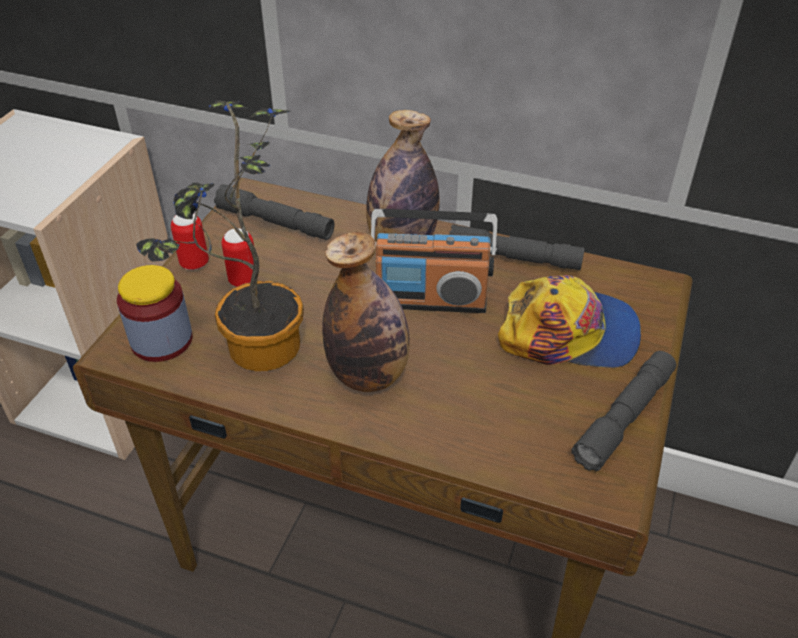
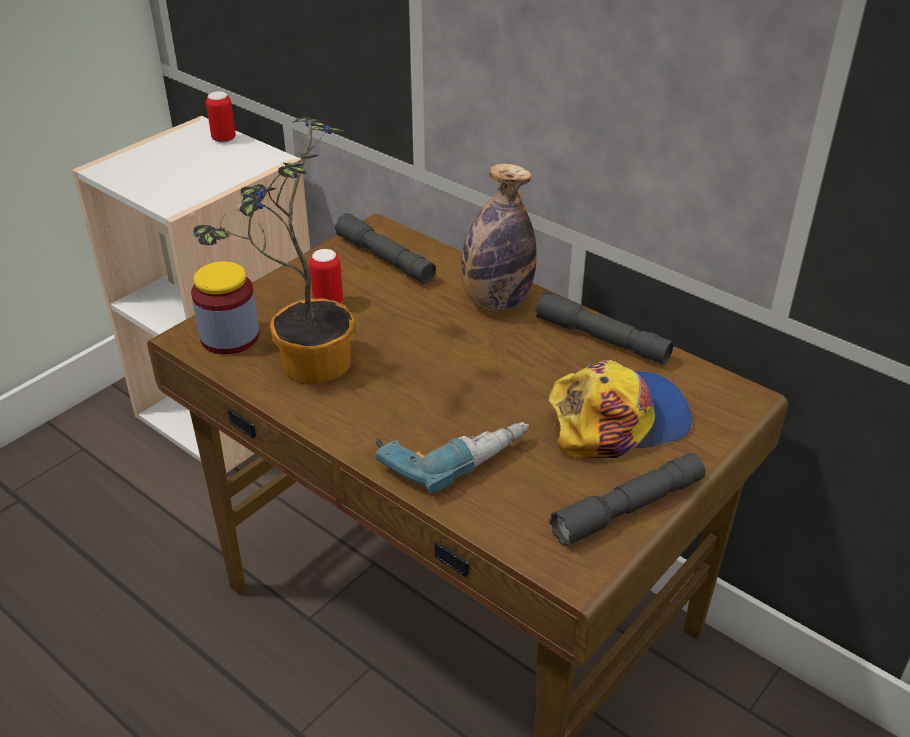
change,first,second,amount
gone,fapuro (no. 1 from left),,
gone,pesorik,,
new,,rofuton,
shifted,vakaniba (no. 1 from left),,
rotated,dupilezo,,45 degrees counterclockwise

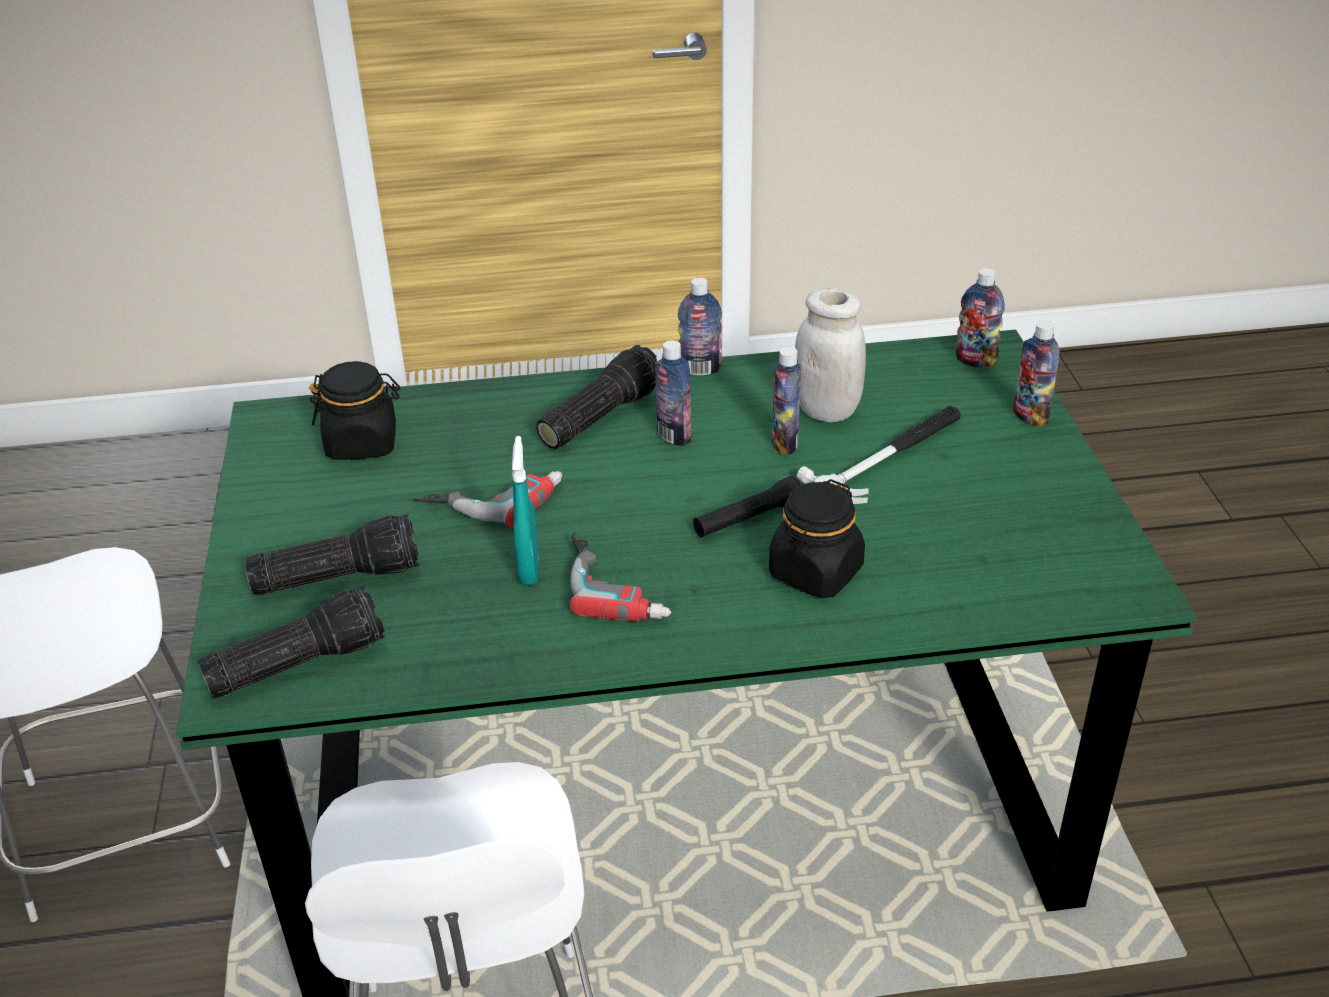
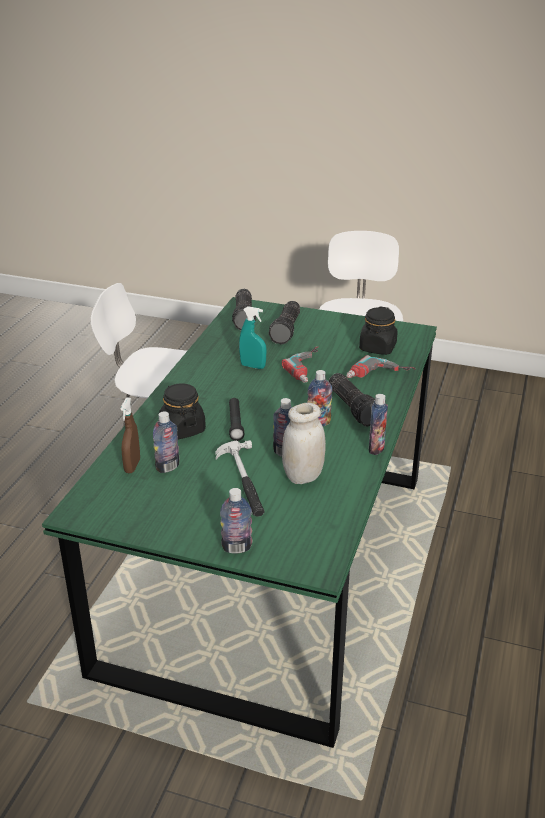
change,first,second,amount
new,,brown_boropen,
shifted,rofuton (no. 2 from left),,
shifted,fapuro (no. 4 from left in the first image),fapuro (no. 1 from left),

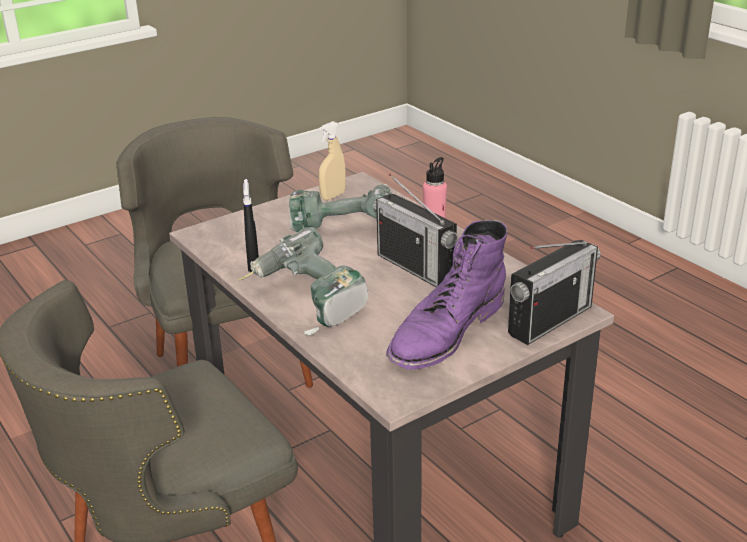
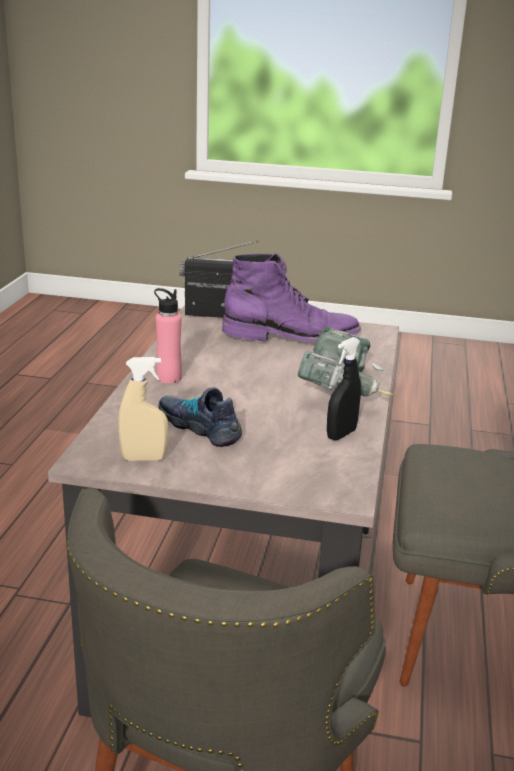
change,first,second,amount
gone,pesorik (no. 1 from left),,
swapped,rofuton (no. 2 from left),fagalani,

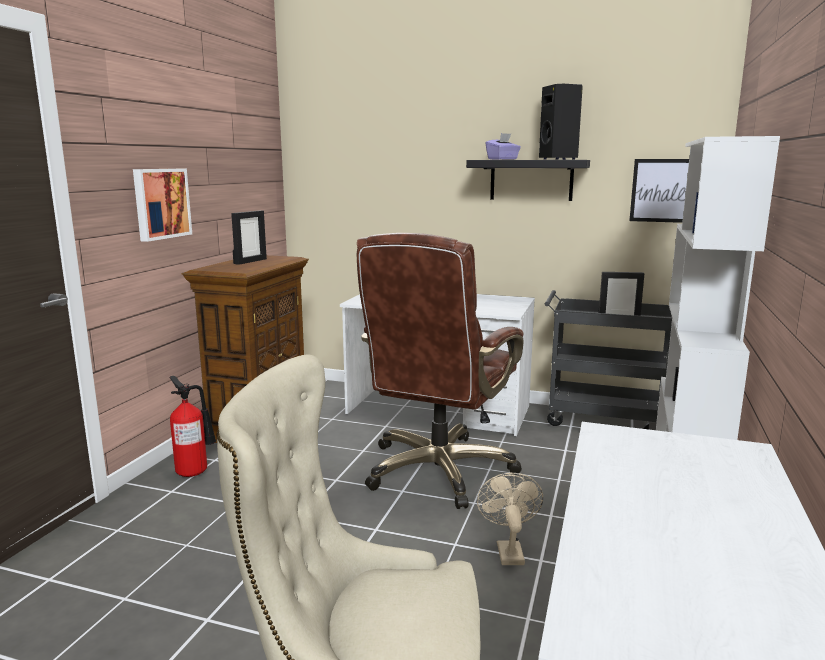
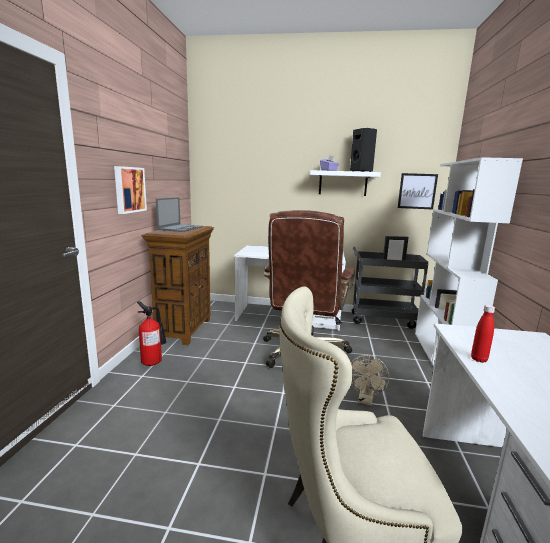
change,first,second,amount
new,,red_fapuro,
swapped,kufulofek (no. 1 from left),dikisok,
repainted,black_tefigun,white_tefigun,
rotated,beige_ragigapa,,150 degrees counterclockwise

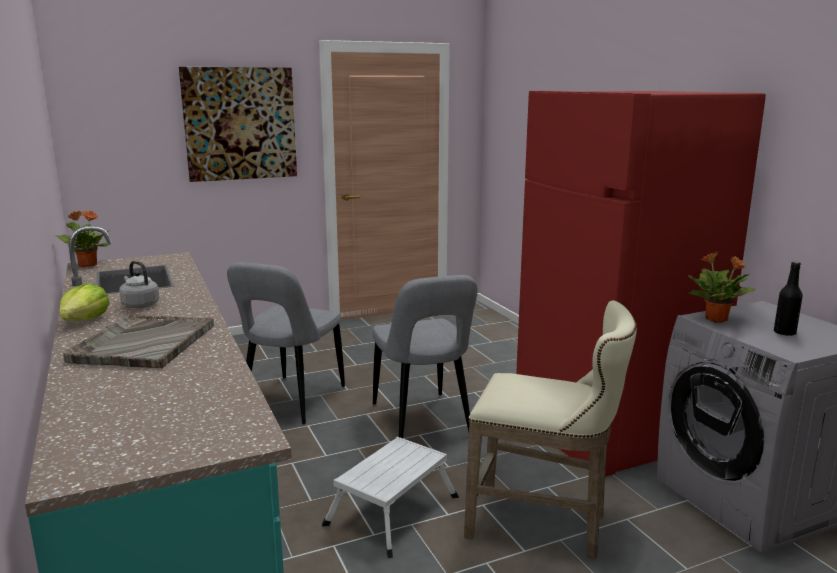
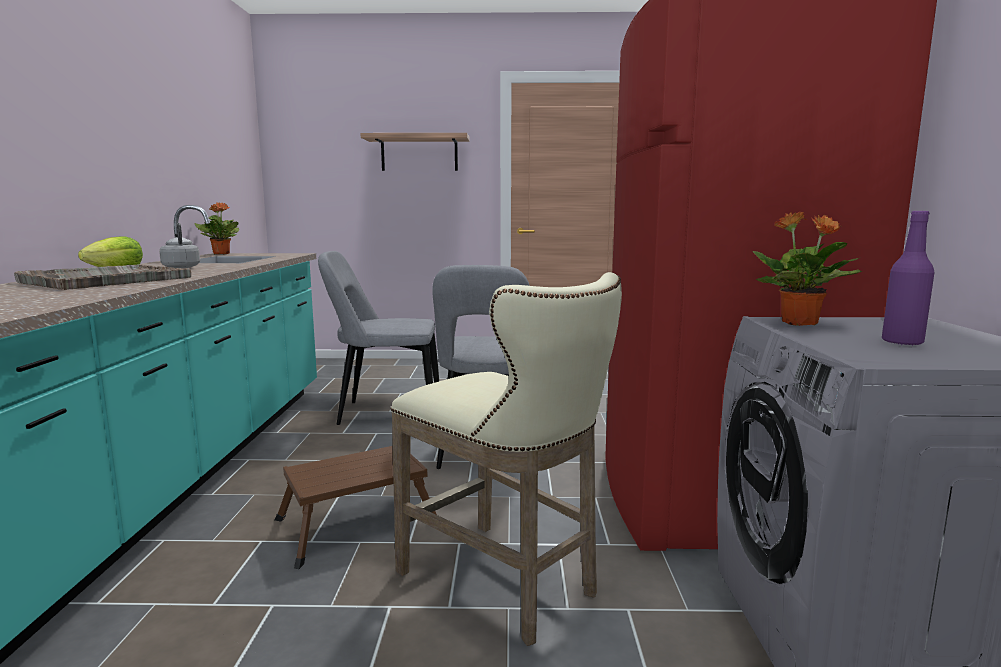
change,first,second,amount
swapped,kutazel,tefigun,
repainted,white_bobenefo,brown_bobenefo,
repainted,black_fapuro,purple_fapuro,
rotated,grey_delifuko (no. 1 from left),,45 degrees clockwise

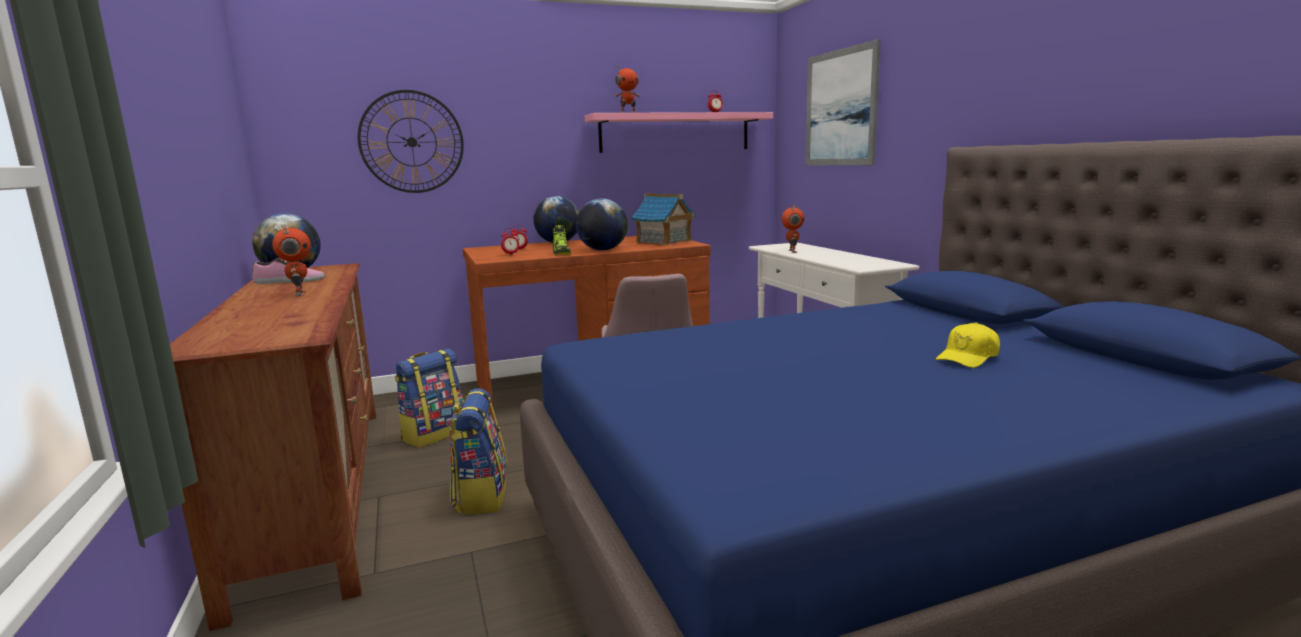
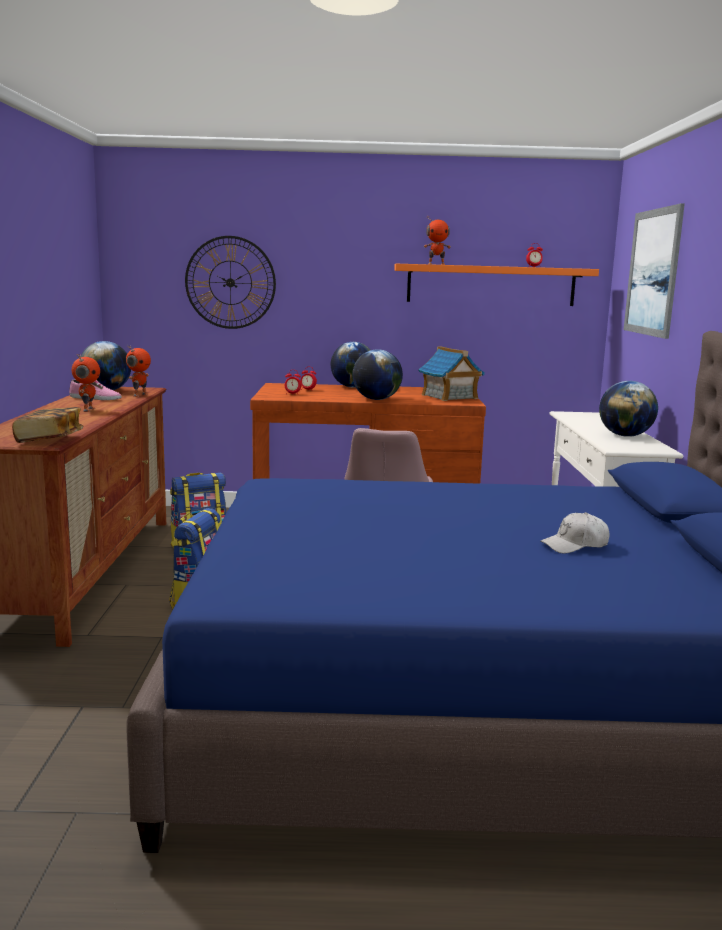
change,first,second,amount
gone,fagalani (no. 2 from left),,
new,,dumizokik,
new,,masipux (no. 4 from left),
shifted,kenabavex (no. 3 from left in the first image),kenabavex (no. 2 from left),
repainted,pink_tefigun,orange_tefigun,
repainted,yellow_dupilezo,white_dupilezo,

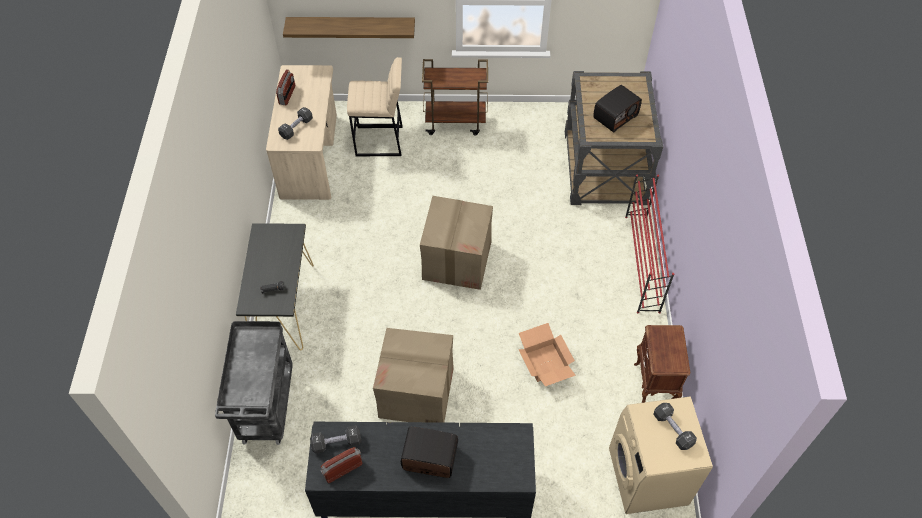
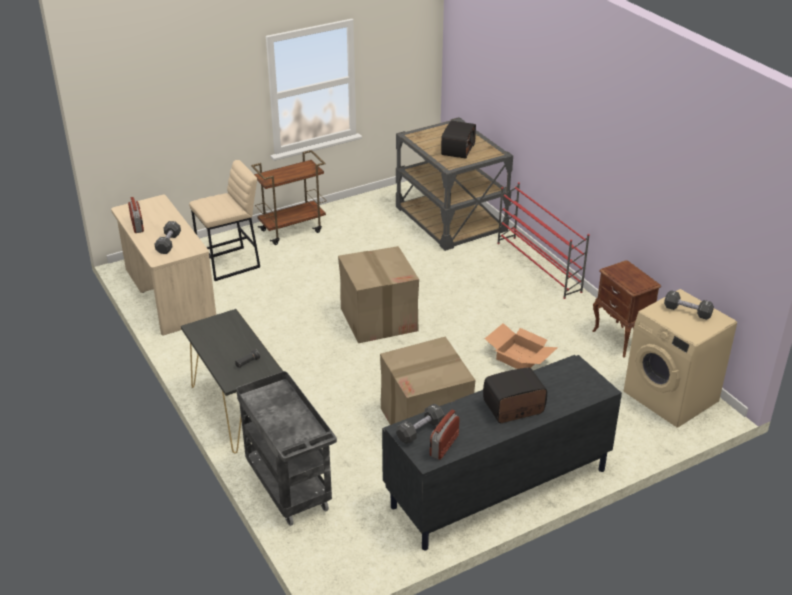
change,first,second,amount
gone,tefigun,,

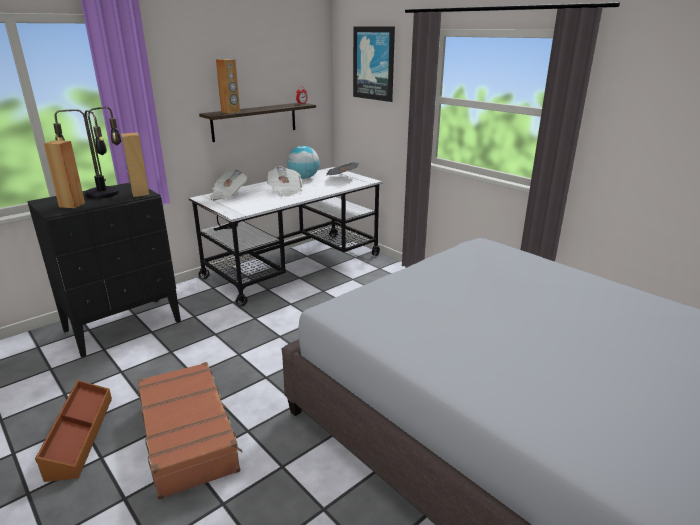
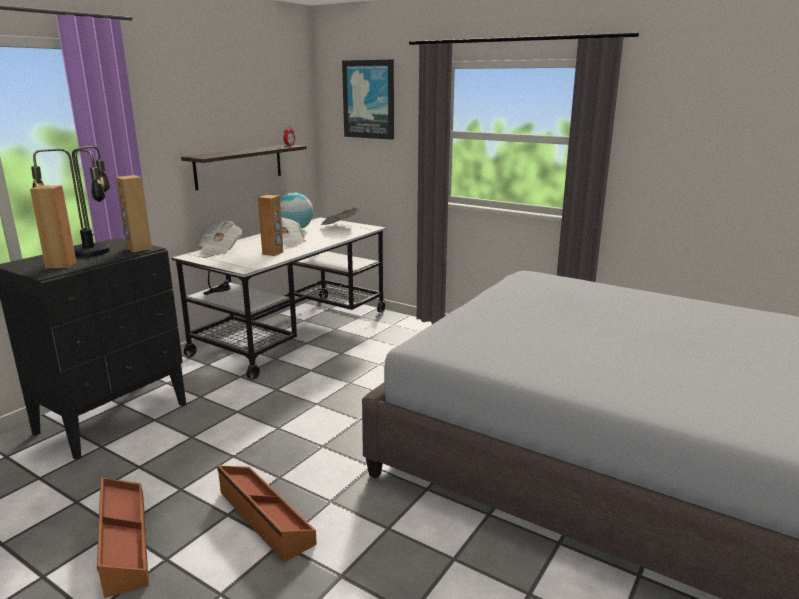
change,first,second,amount
shifted,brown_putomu (no. 3 from left),,
swapped,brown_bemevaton,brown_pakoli (no. 2 from left),

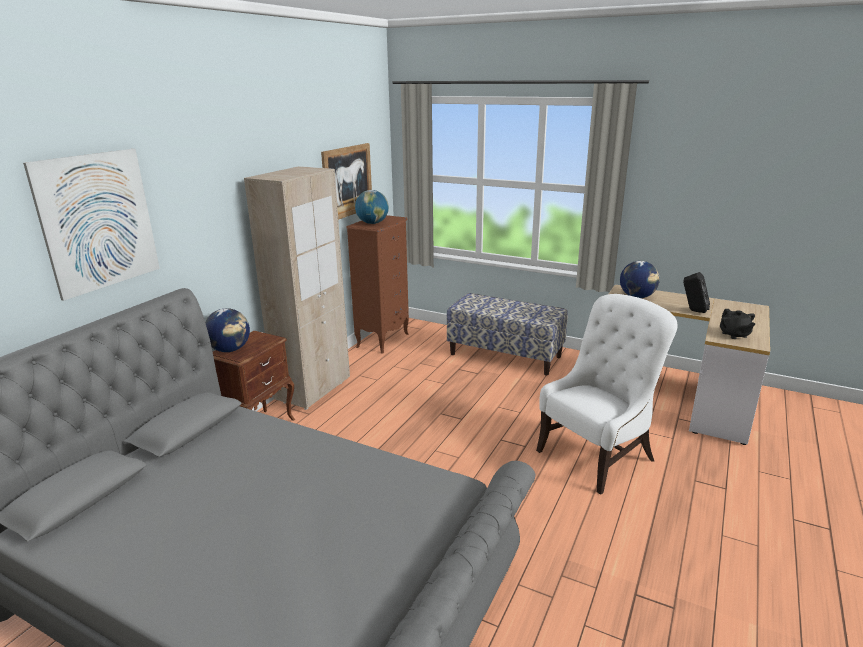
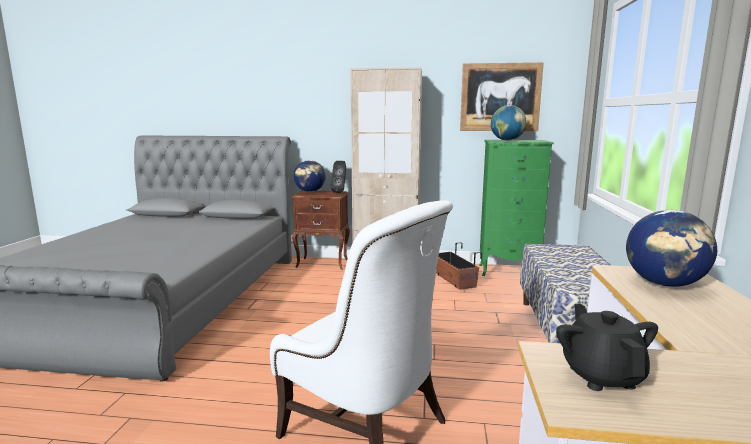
change,first,second,amount
gone,kutazel (no. 1 from left),,
new,,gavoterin,
shifted,black_putomu,,
repainted,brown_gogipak,green_gogipak,
rotated,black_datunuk,,120 degrees clockwise

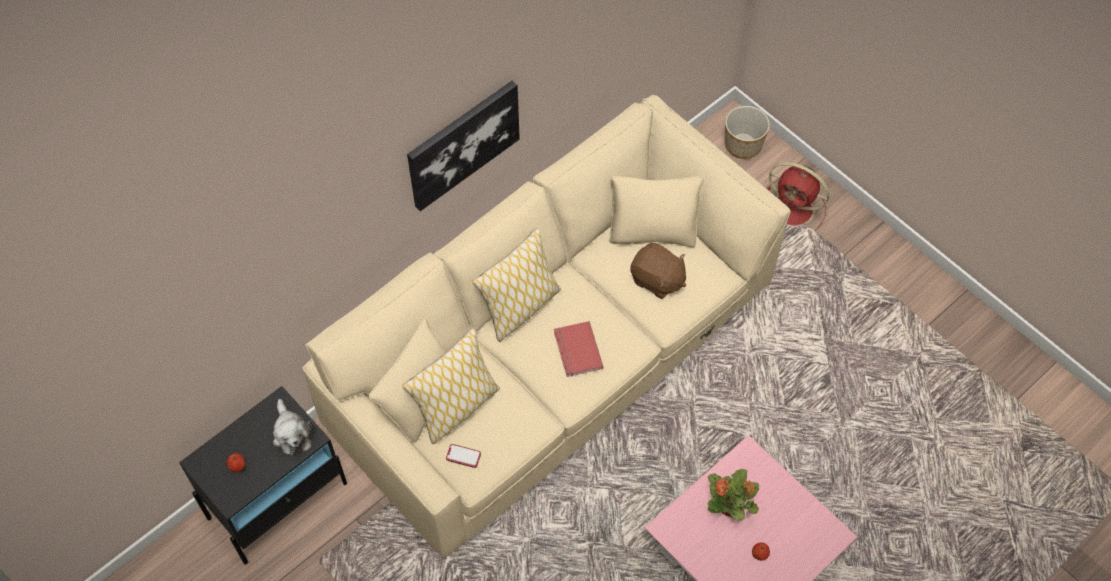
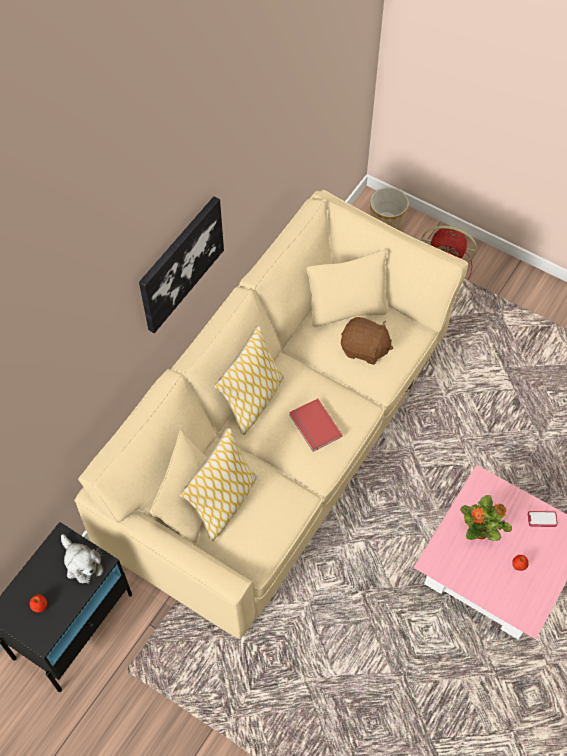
change,first,second,amount
shifted,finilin,,

